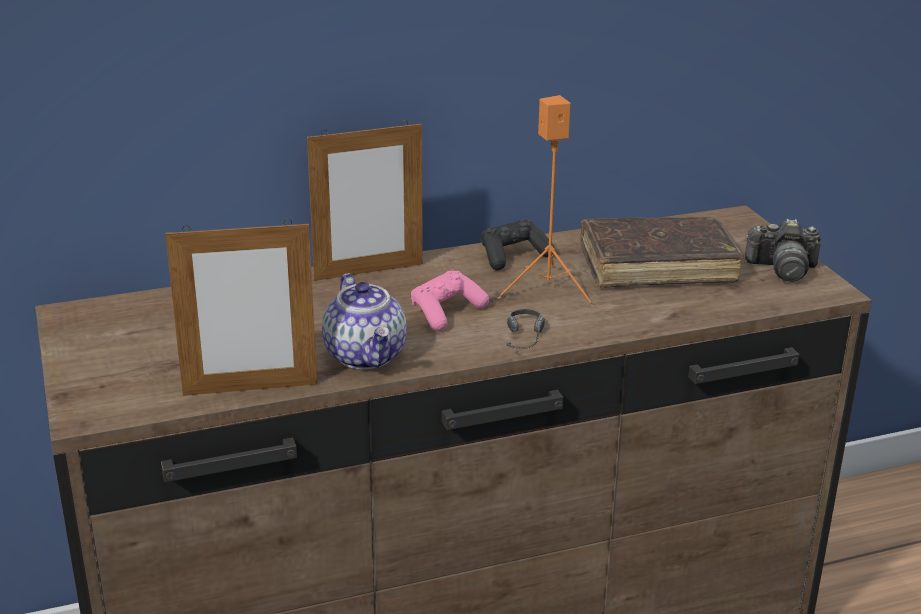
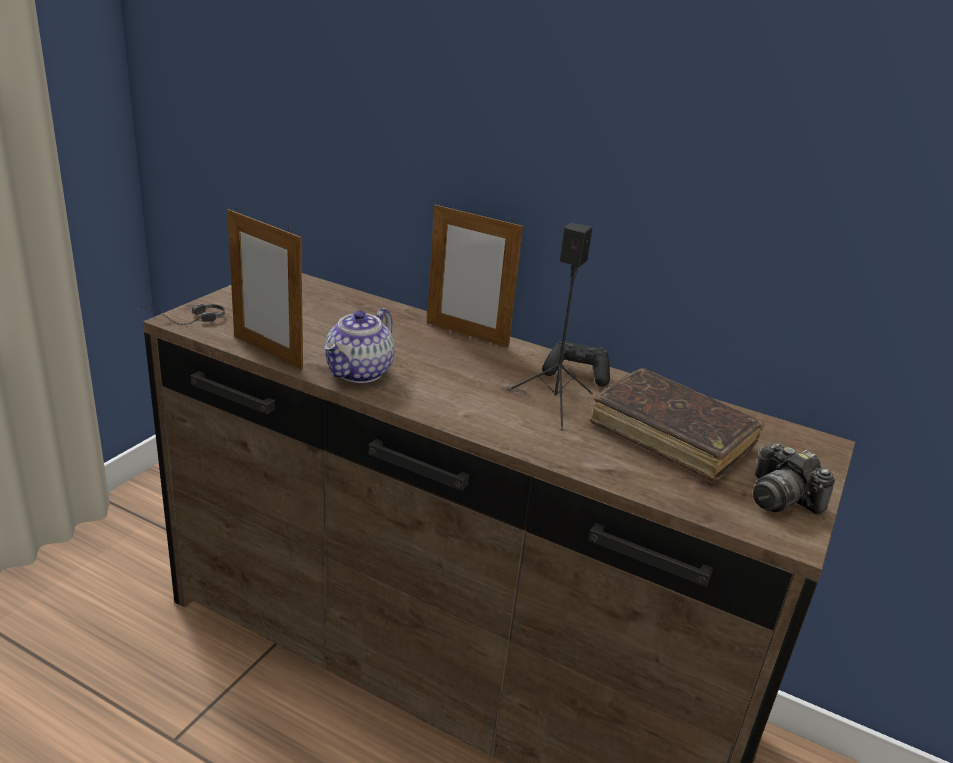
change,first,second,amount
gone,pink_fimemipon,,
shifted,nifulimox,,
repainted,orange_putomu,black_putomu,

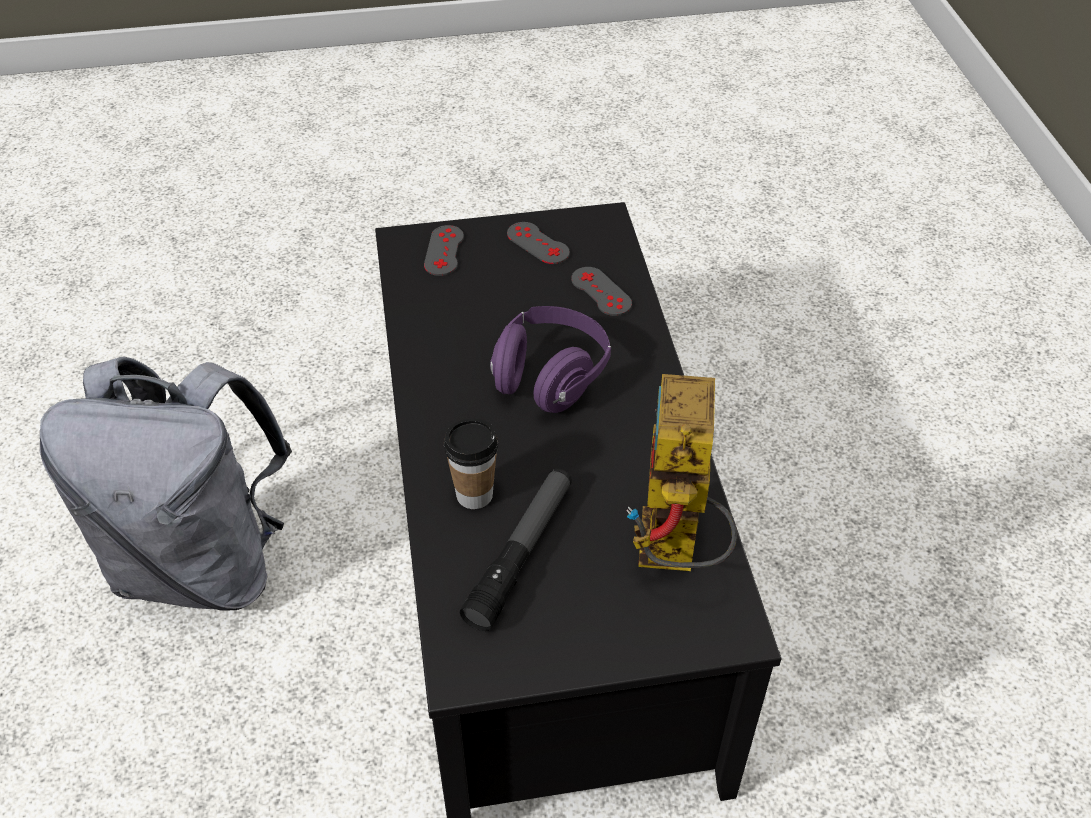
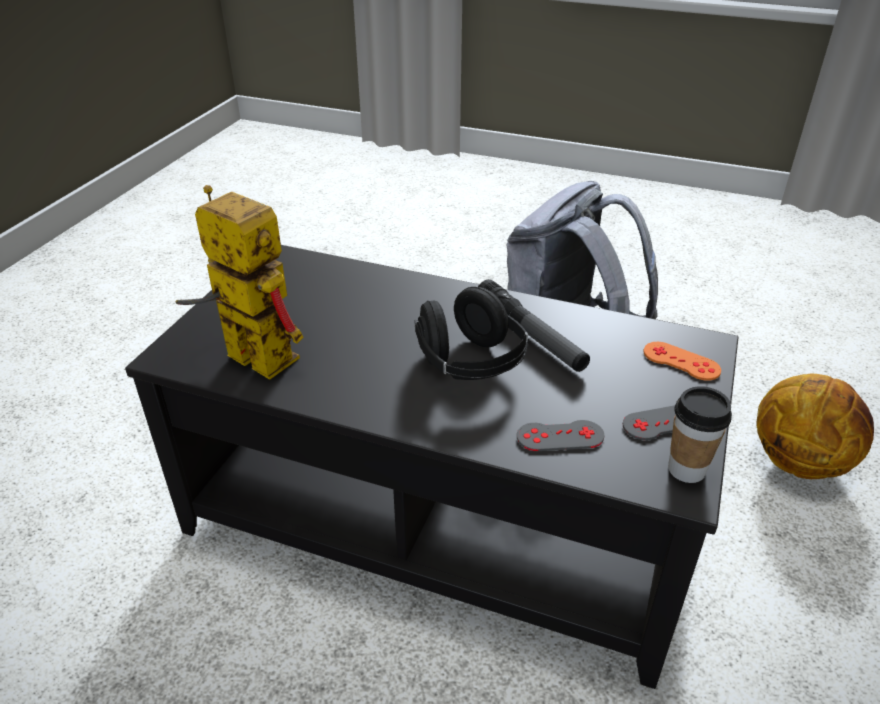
change,first,second,amount
new,,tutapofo,
shifted,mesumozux,,
shifted,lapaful,,
repainted,grey_fimemipon (no. 1 from left),orange_fimemipon,
repainted,purple_nifulimox,black_nifulimox,

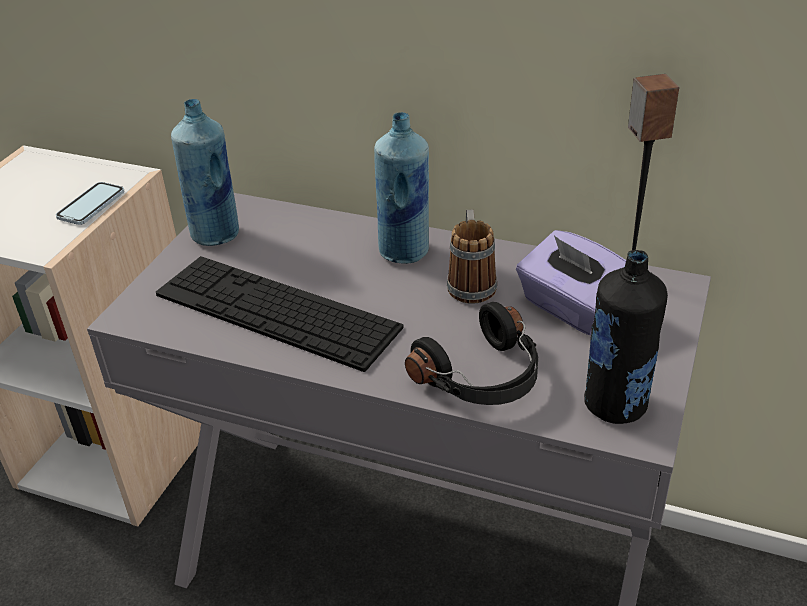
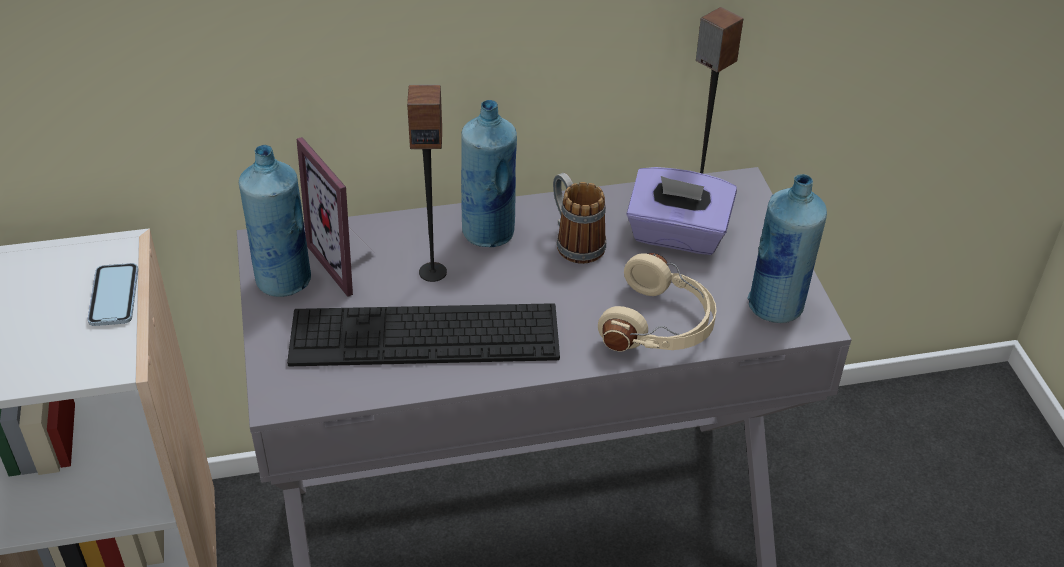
change,first,second,amount
new,,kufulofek,
new,,putomu (no. 1 from left),
repainted,black_nifulimox,beige_nifulimox,
repainted,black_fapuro,blue_fapuro (no. 3 from left),

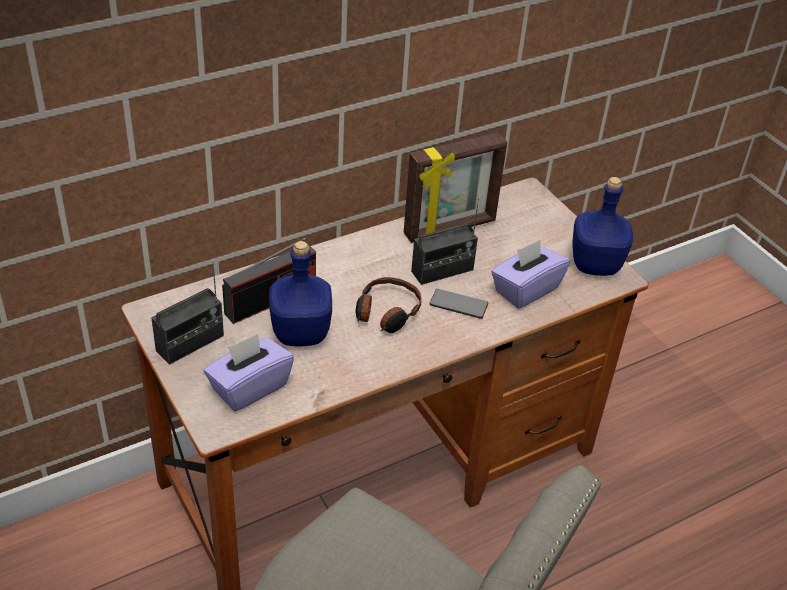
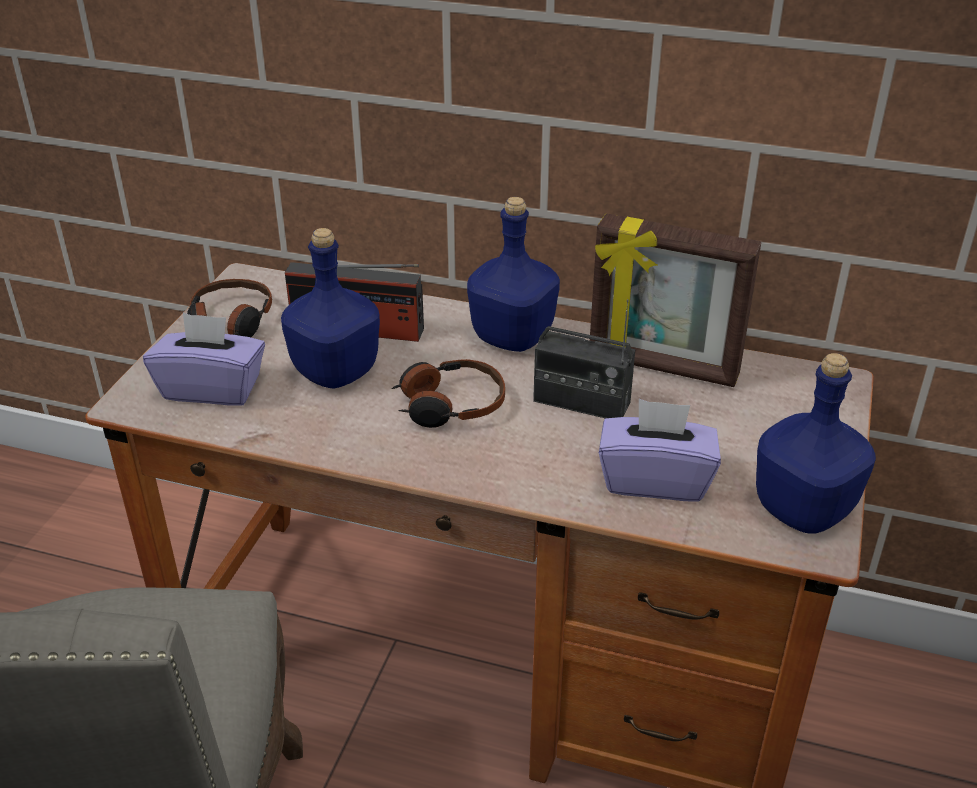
change,first,second,amount
gone,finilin,,
new,,blue_fapuro (no. 2 from left),
swapped,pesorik (no. 1 from left),nifulimox (no. 1 from left),

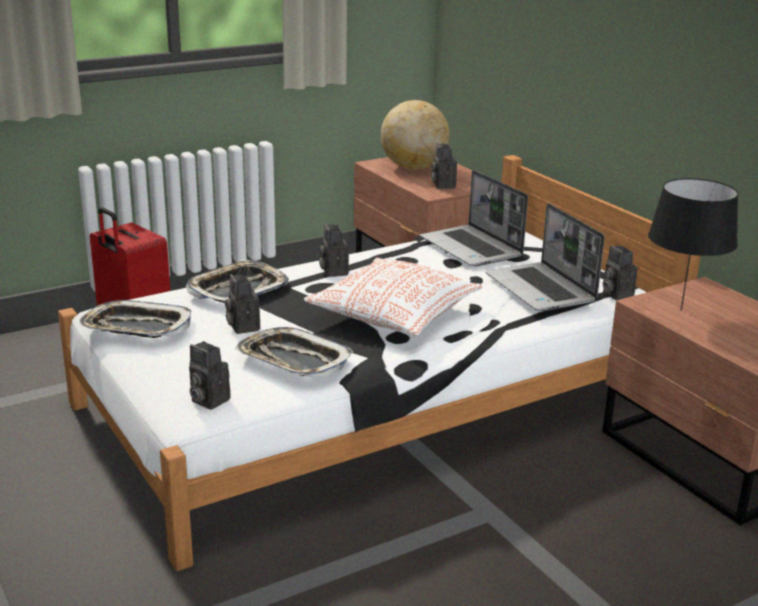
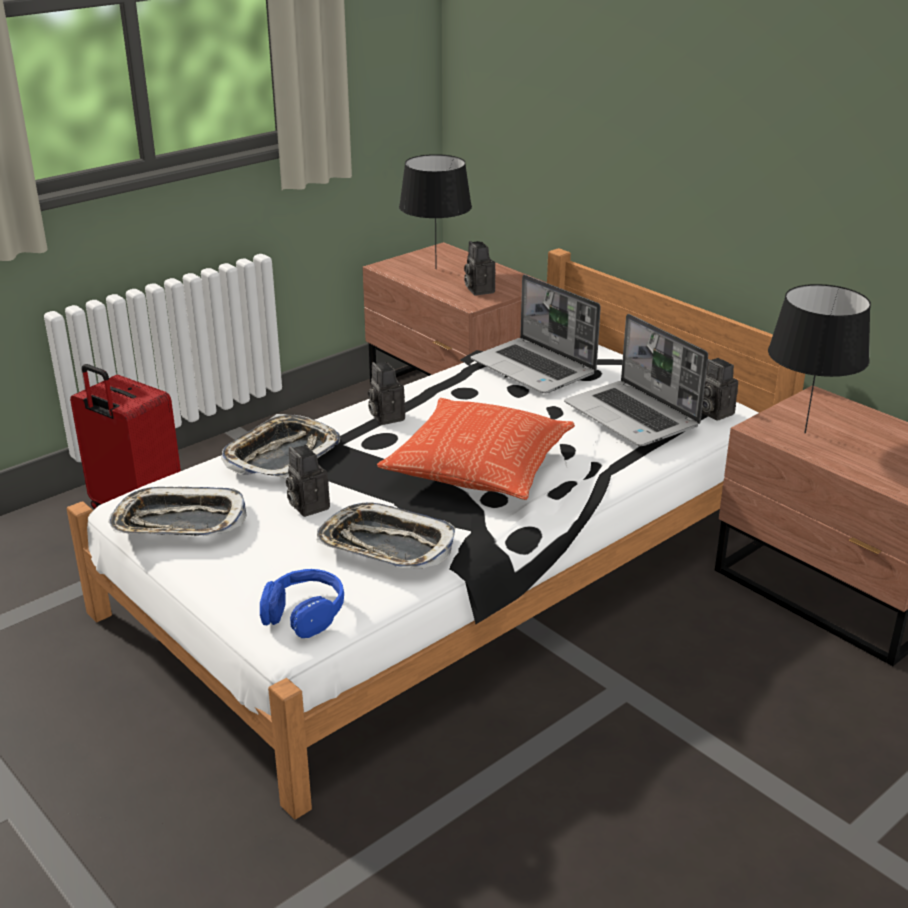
change,first,second,amount
swapped,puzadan (no. 1 from left),blue_nifulimox,
swapped,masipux,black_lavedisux (no. 1 from left),
repainted,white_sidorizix,orange_sidorizix,

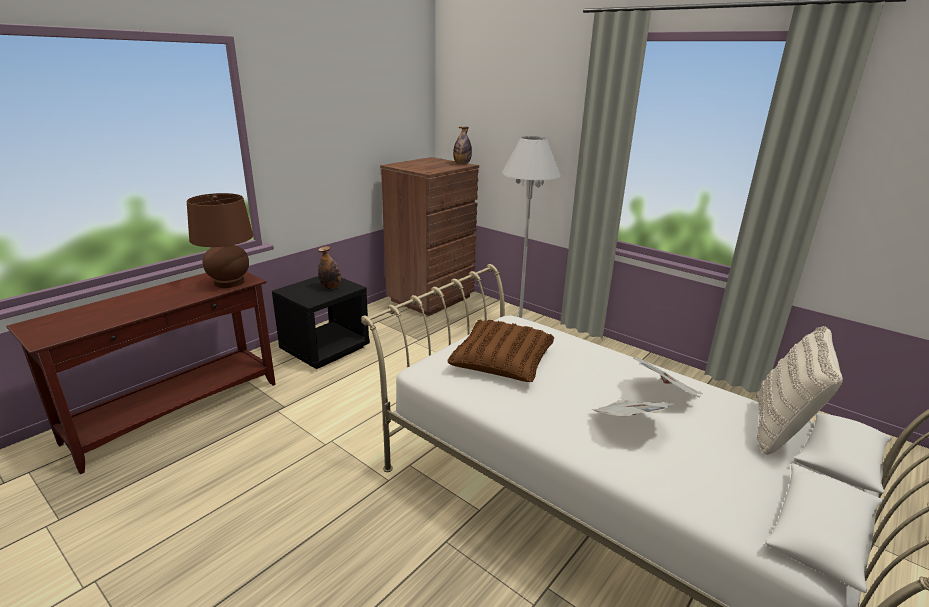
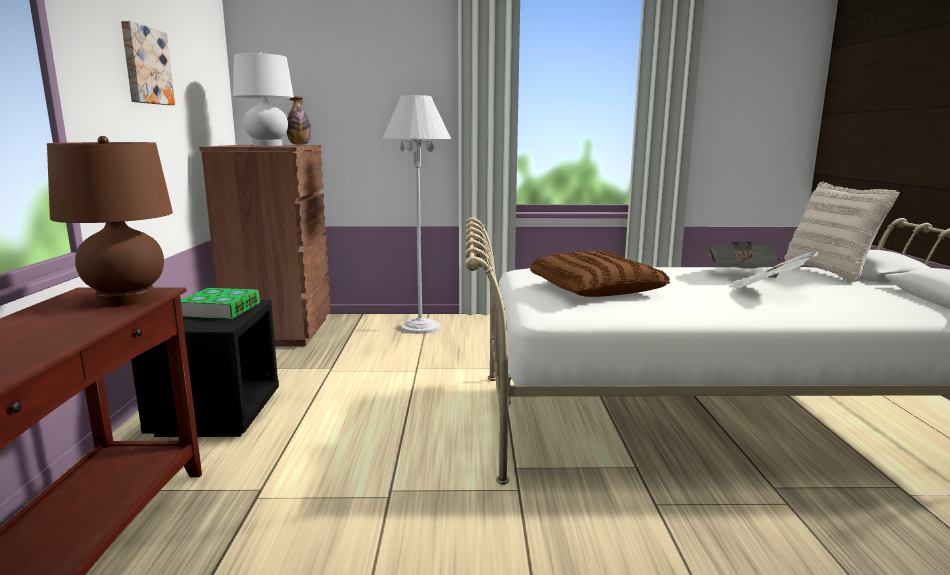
change,first,second,amount
new,,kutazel,
new,,white_lavedisux,
swapped,fapuro (no. 1 from left),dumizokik,

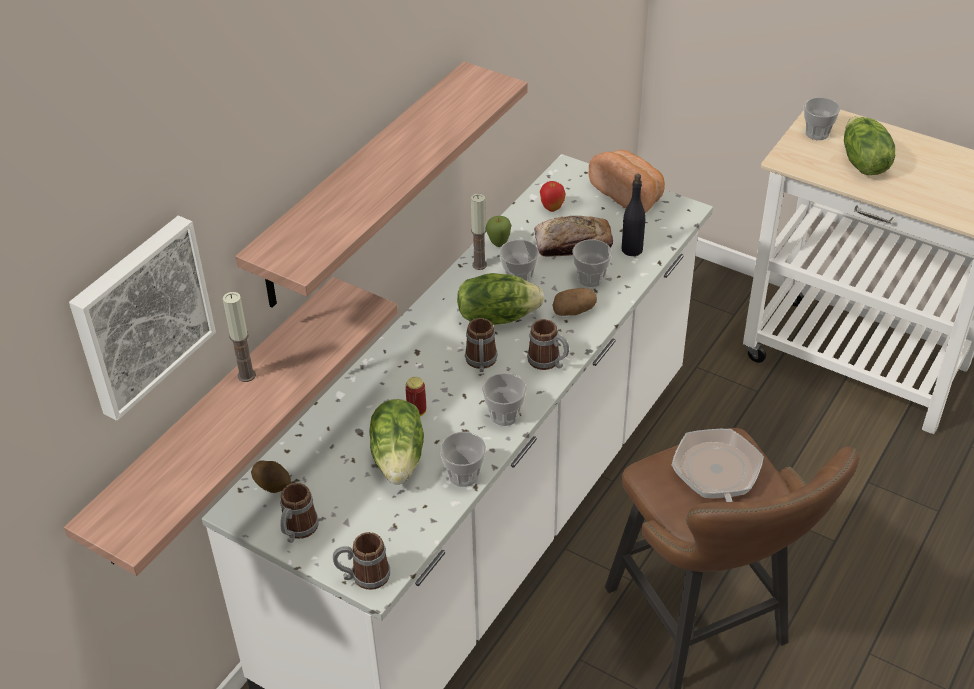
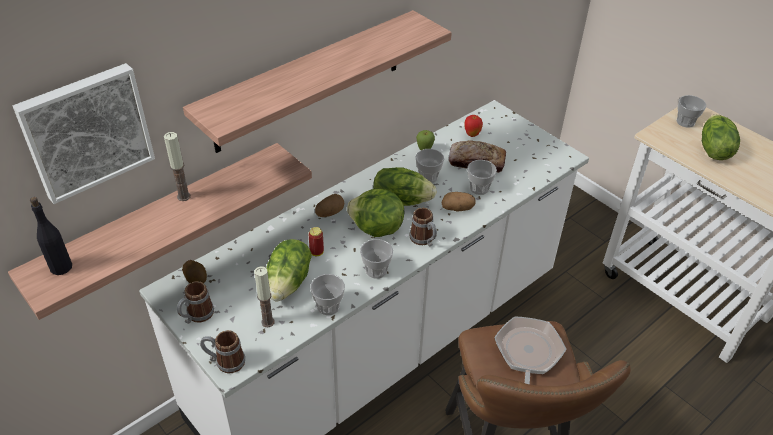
change,first,second,amount
gone,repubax (no. 2 from left),,
new,,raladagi (no. 2 from left),
shifted,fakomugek (no. 2 from left),,
shifted,black_fapuro,,
swapped,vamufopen (no. 3 from left),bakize (no. 2 from left),

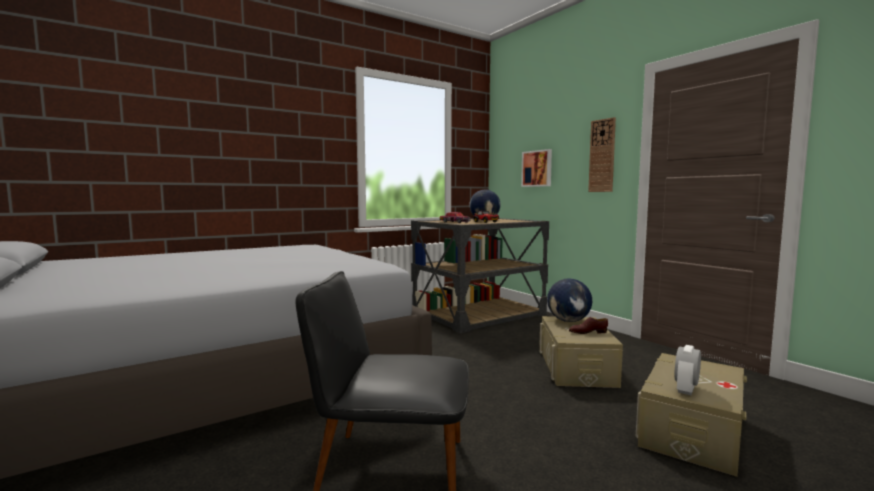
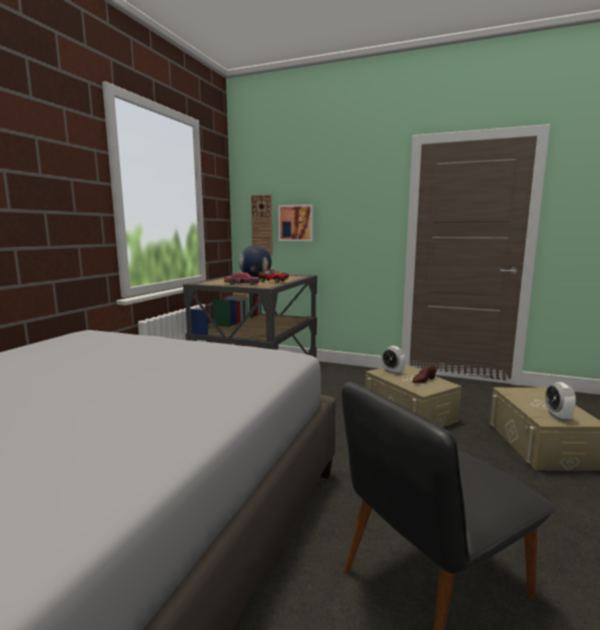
change,first,second,amount
shifted,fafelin,,
swapped,masipux (no. 2 from left),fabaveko (no. 1 from left),

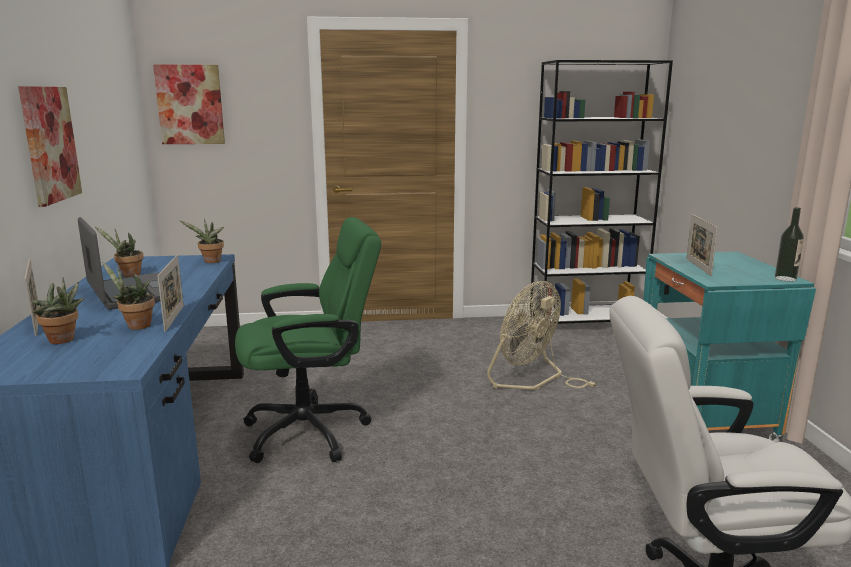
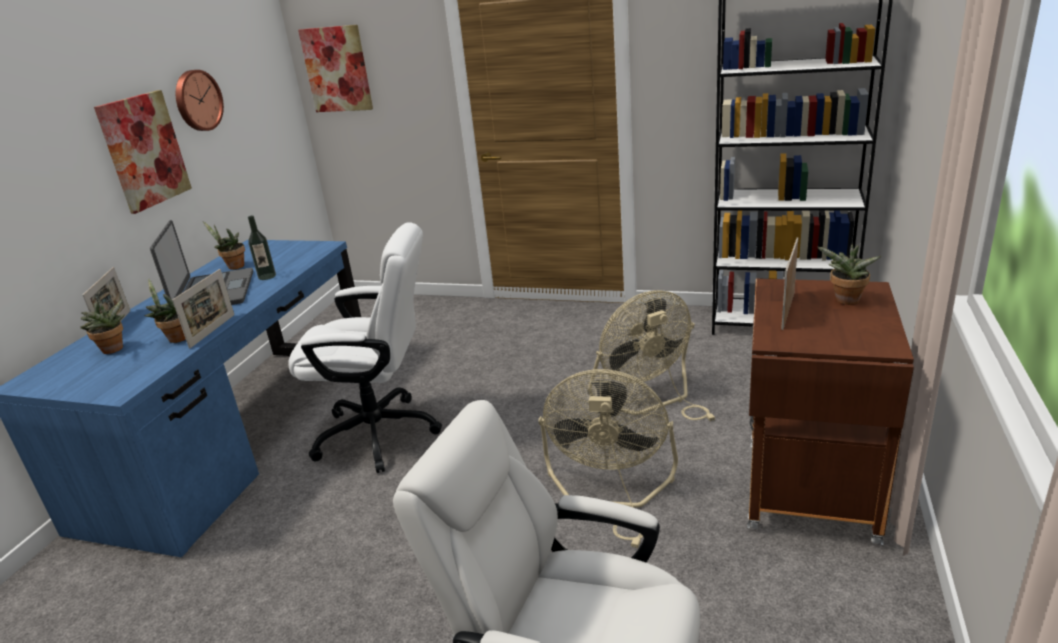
change,first,second,amount
new,,fafelin,
new,,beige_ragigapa (no. 1 from left),
shifted,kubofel (no. 4 from left),,
shifted,fapuro,,
repainted,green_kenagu,white_kenagu (no. 1 from left),
repainted,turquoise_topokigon,brown_topokigon,

